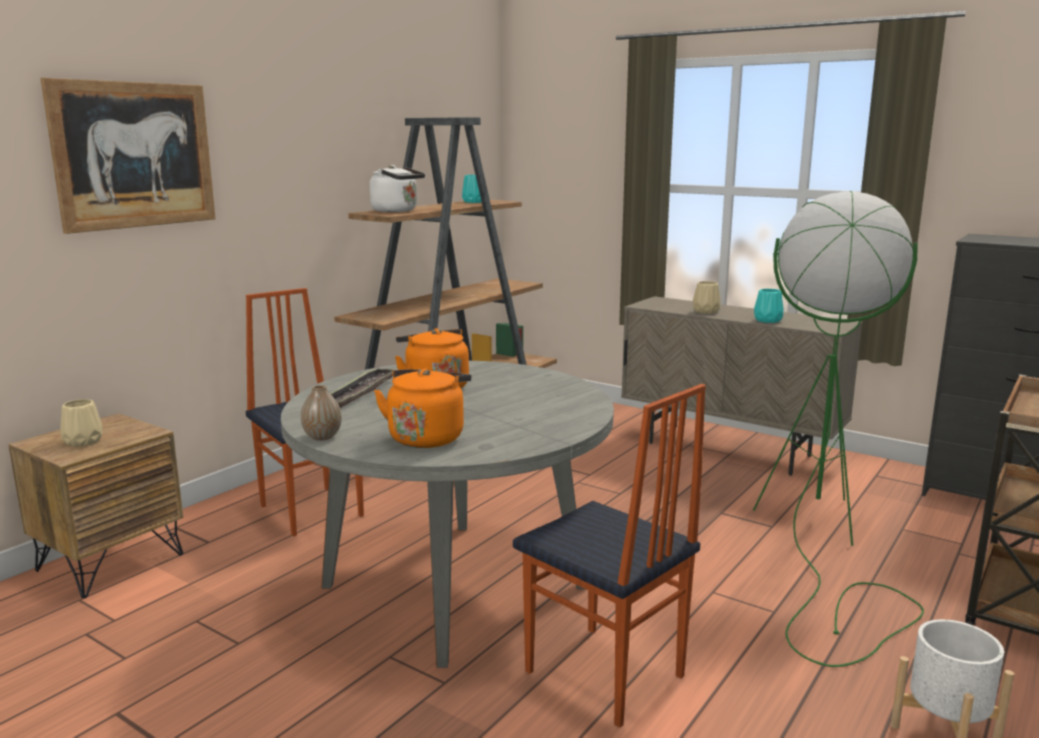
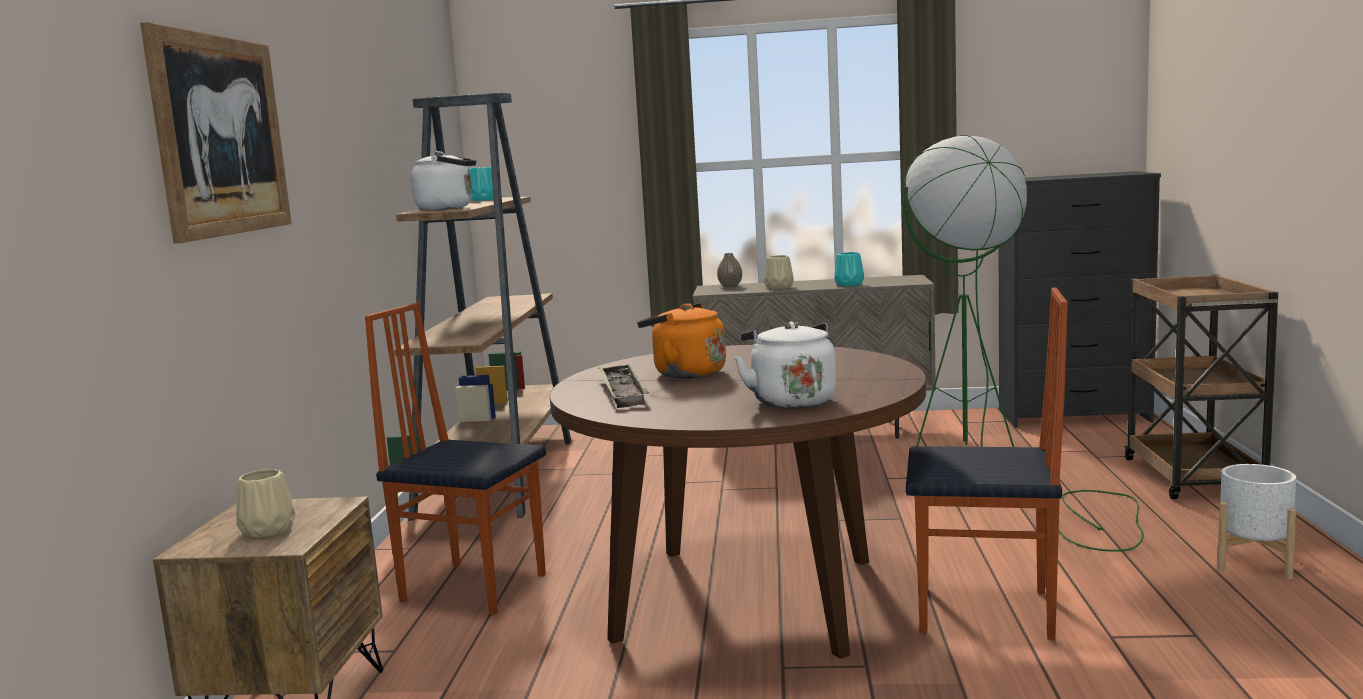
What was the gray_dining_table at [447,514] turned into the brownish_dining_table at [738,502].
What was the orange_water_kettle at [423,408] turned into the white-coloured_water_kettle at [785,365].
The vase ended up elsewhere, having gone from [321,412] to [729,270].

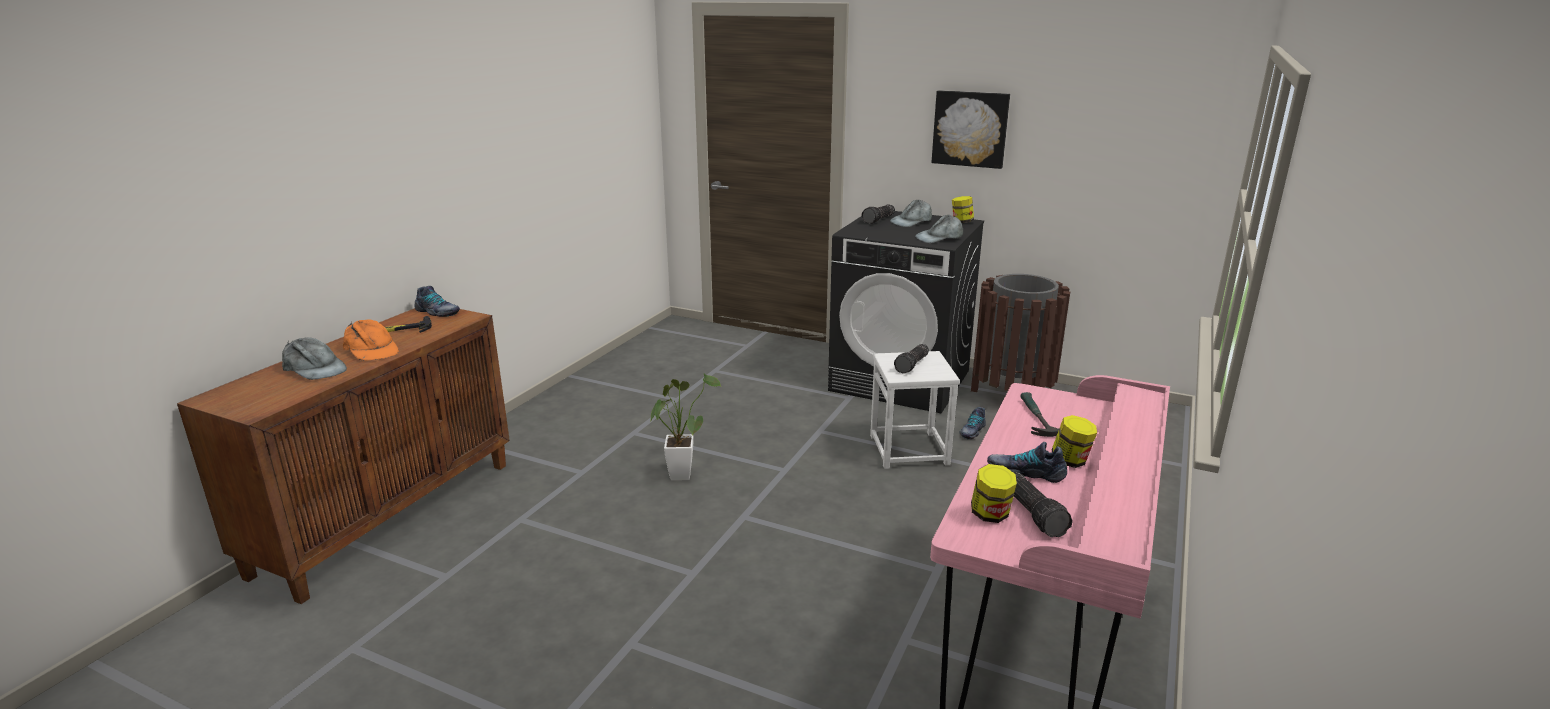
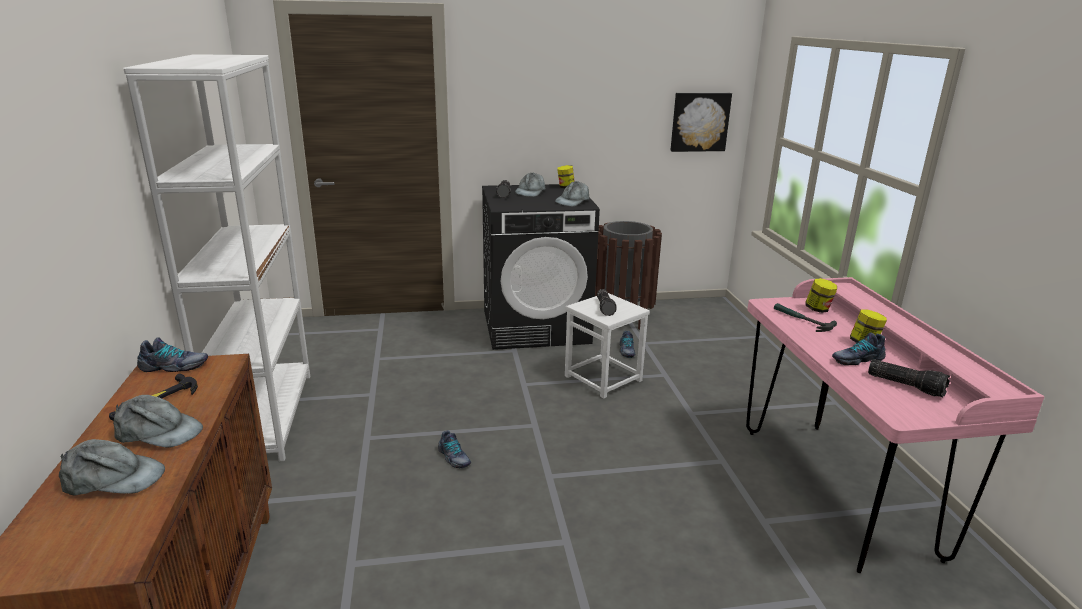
The picture ended up elsewhere, having gone from [971,129] to [701,122].
What was the orange_cap at [371,339] turned into the gray_cap at [158,421].
Where the plant_in_a_pot stood at [686,426], the low_shoe came to stand at [454,449].
The preserve_jar ended up elsewhere, having gone from [994,493] to [821,295].
The second view gained the white-coloured_shelving_unit at [216,257].

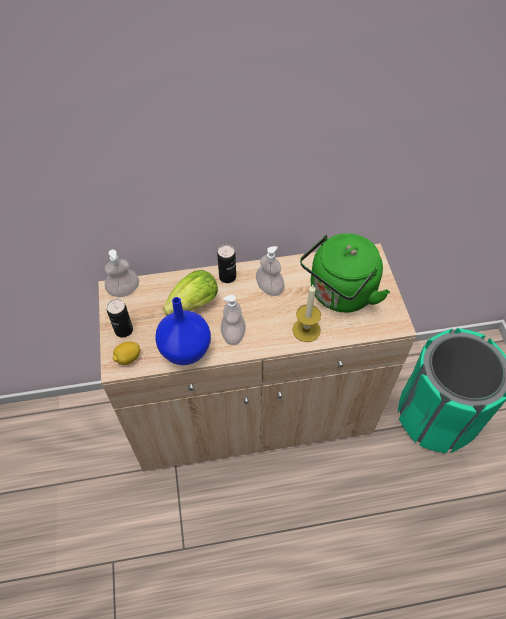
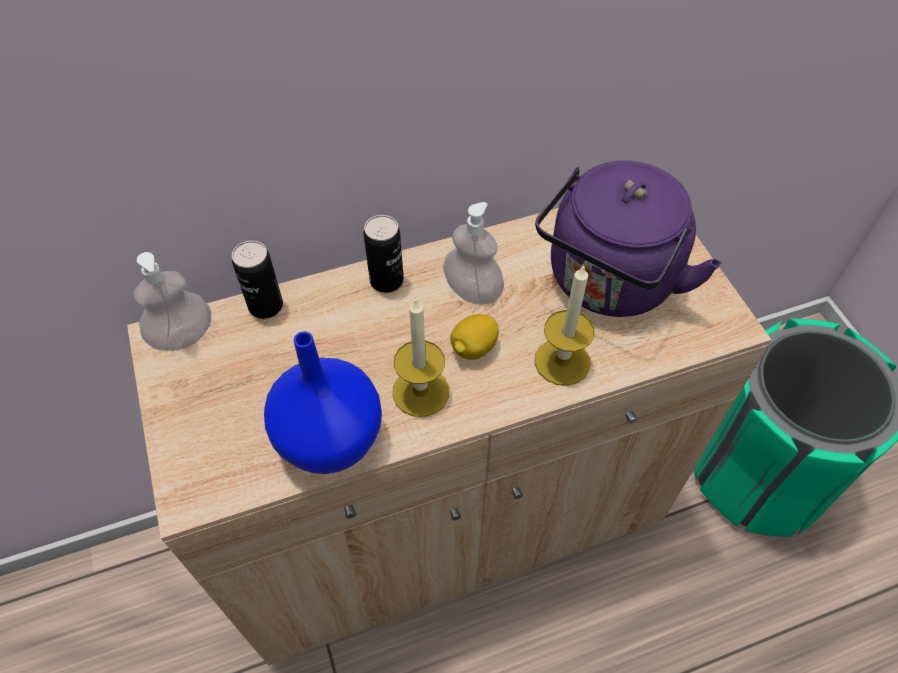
What was the green-coloured_water_kettle at [345,273] turned into the purple-coloured_water_kettle at [628,238].
The second view lost the lettuce at [190,292].
Where the soap_dispenser stood at [233,320], the candle came to stand at [421,357].
The can ended up elsewhere, having gone from [120,318] to [257,279].
The whole_lemon ended up elsewhere, having gone from [126,353] to [474,336].

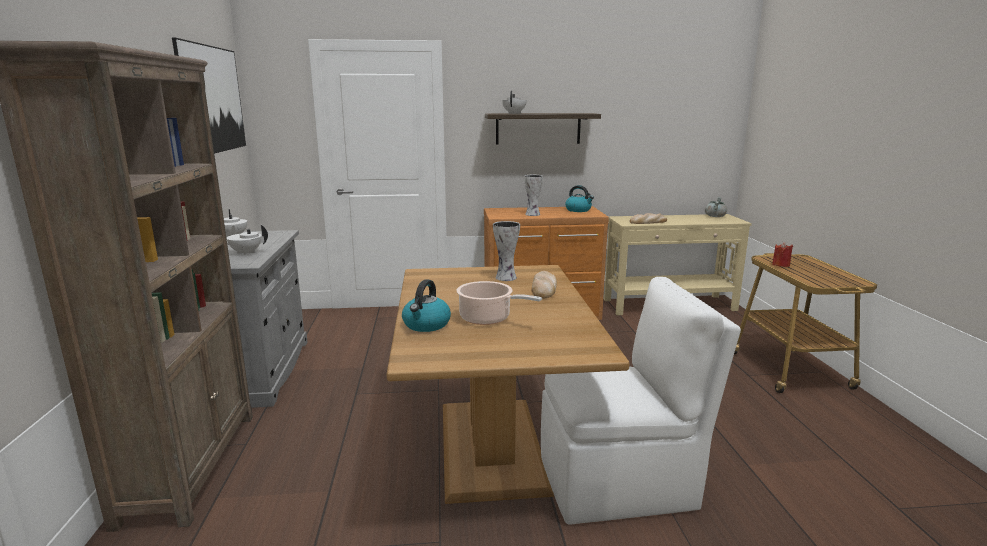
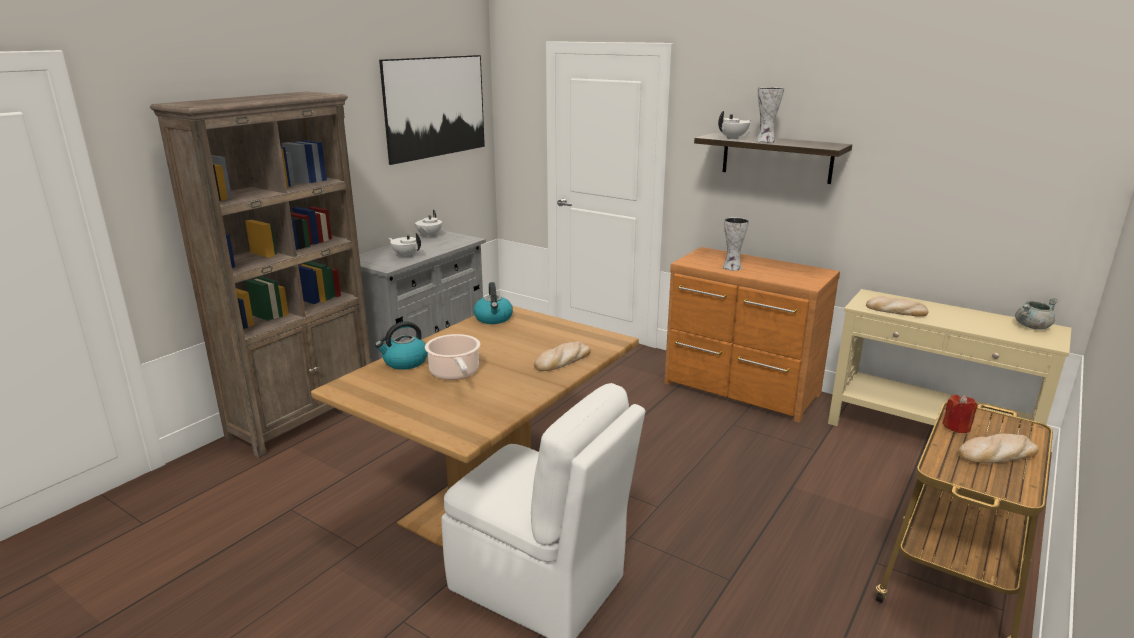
The water_kettle ended up elsewhere, having gone from [579,198] to [493,303].
The vase ended up elsewhere, having gone from [506,251] to [770,115].
The second view gained the baked_bread at [998,448].

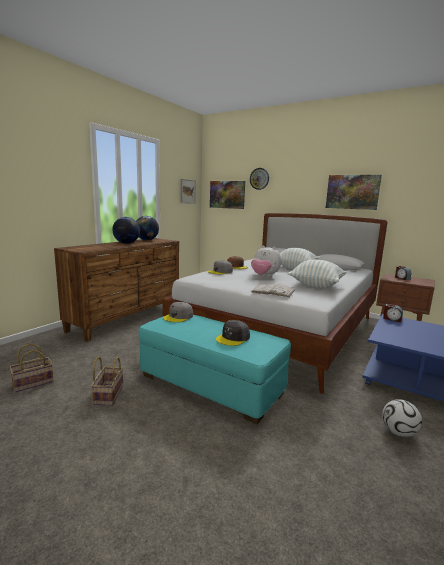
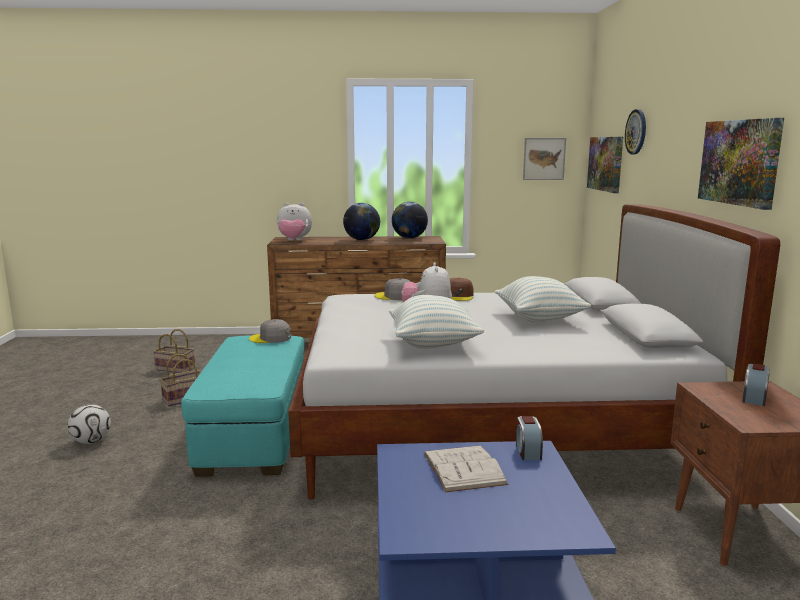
The white-coloured_volume ended up elsewhere, having gone from [273,290] to [466,468].
The second view lost the gray_cap at [233,333].
The football ended up elsewhere, having gone from [402,418] to [89,424].
The second view gained the soft_toy at [294,222].

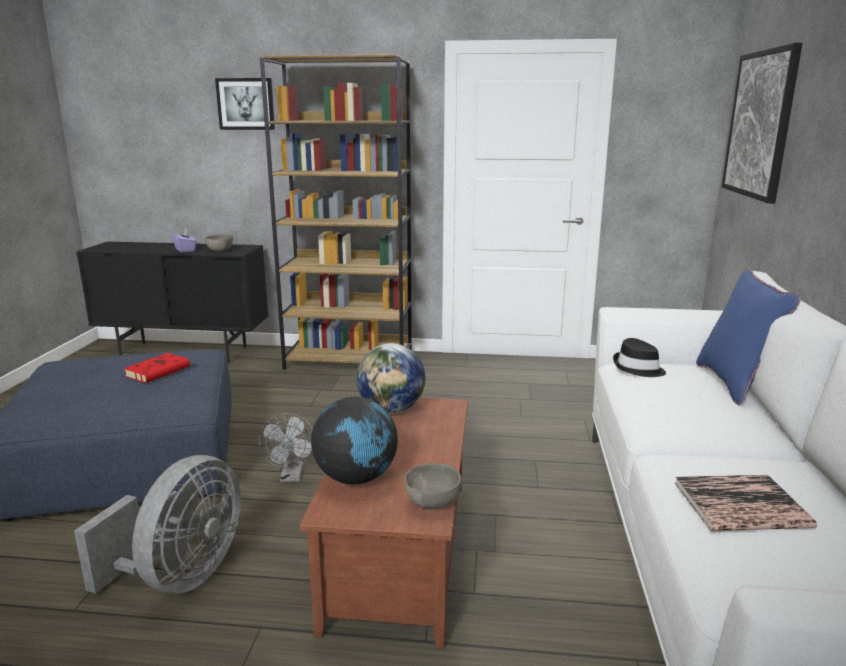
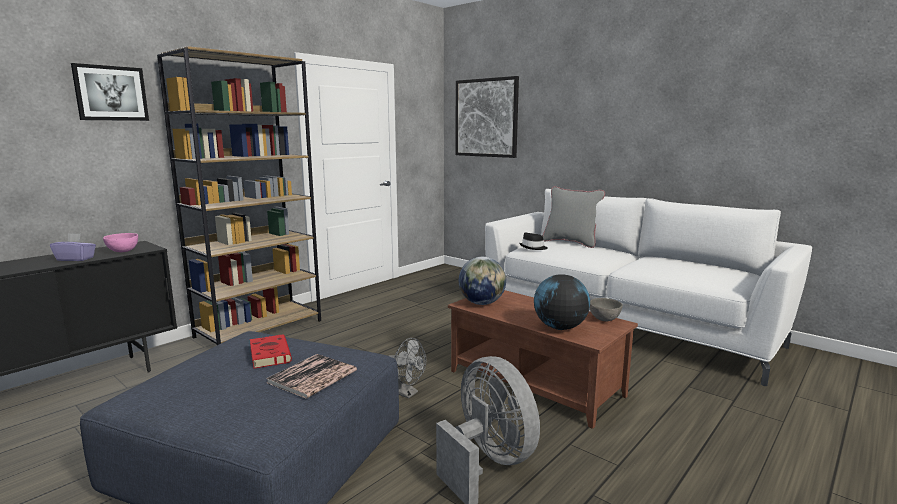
What was the gray_serving_bowl at [219,243] turned into the pinkish_serving_bowl at [120,242].
What was the blue-coloured_throw_pillow at [748,337] turned into the gray_throw_pillow at [573,217].
The volume ended up elsewhere, having gone from [746,503] to [311,376].

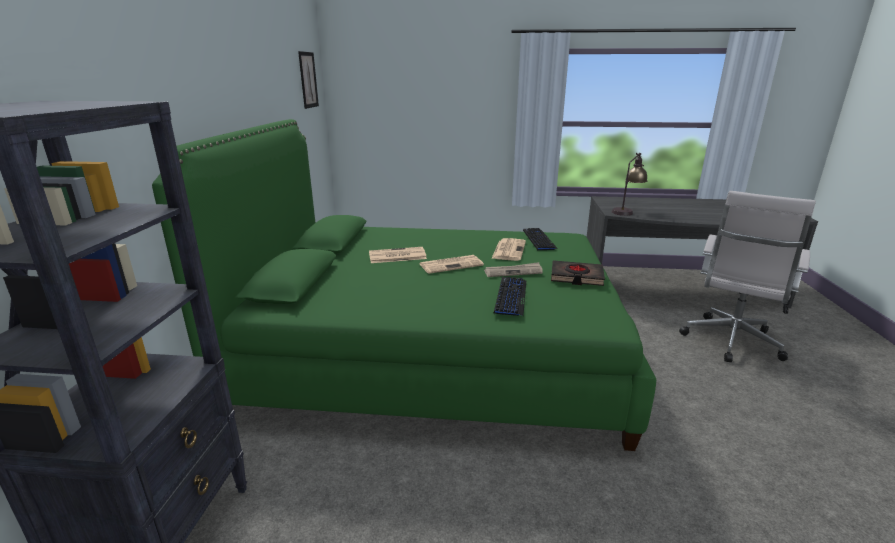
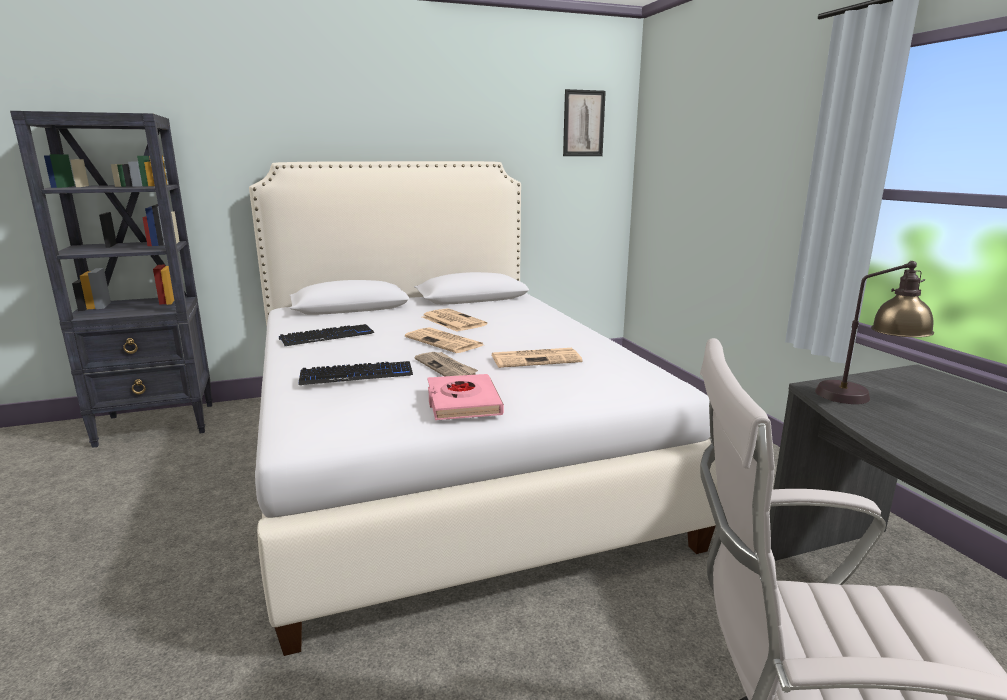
What was the green-coloured_bedroom_bed at [404,285] turned into the white-coloured_bedroom_bed at [484,408].
The computer_keyboard ended up elsewhere, having gone from [540,239] to [326,335].
What was the blackish_volume at [578,273] turned into the pinkish_volume at [465,397].

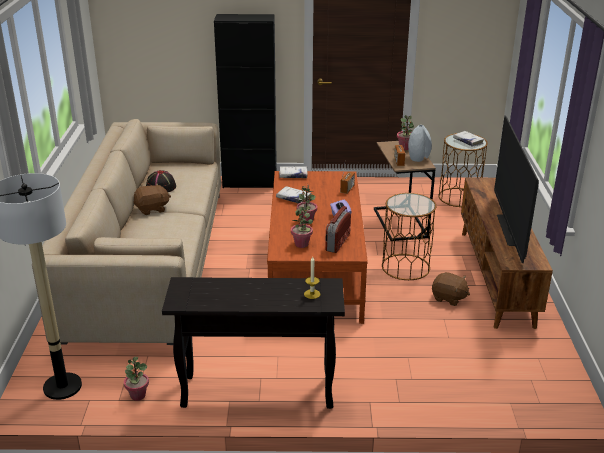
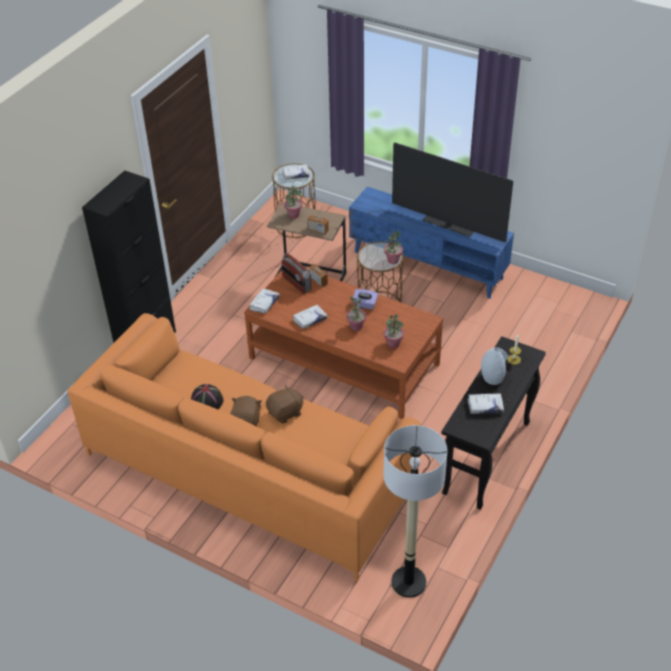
What was the sand-coloured_settee at [126,238] turned into the orange_settee at [244,447].
The gray_vase ended up elsewhere, having gone from [420,143] to [495,366].
What was the brownish_tv_unit at [507,253] turned into the blue-coloured_tv_unit at [431,242].
The radio ended up elsewhere, having gone from [338,229] to [297,274].
The brownish_soft_toy ended up elsewhere, having gone from [451,289] to [285,404].
The plant_in_a_pot ended up elsewhere, having gone from [136,379] to [393,247].
The second view gained the white-coloured_volume at [486,403].

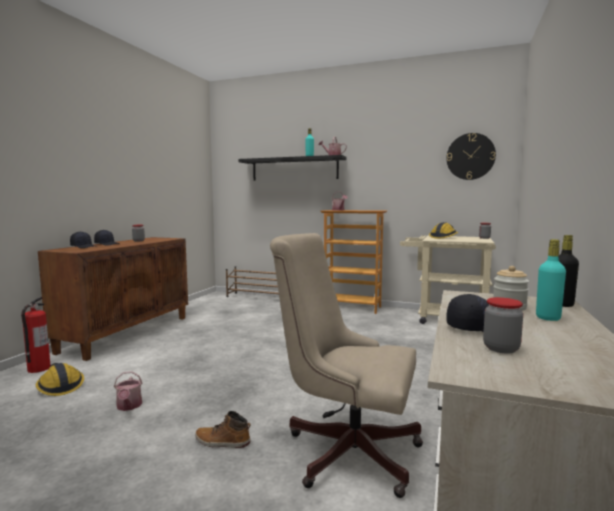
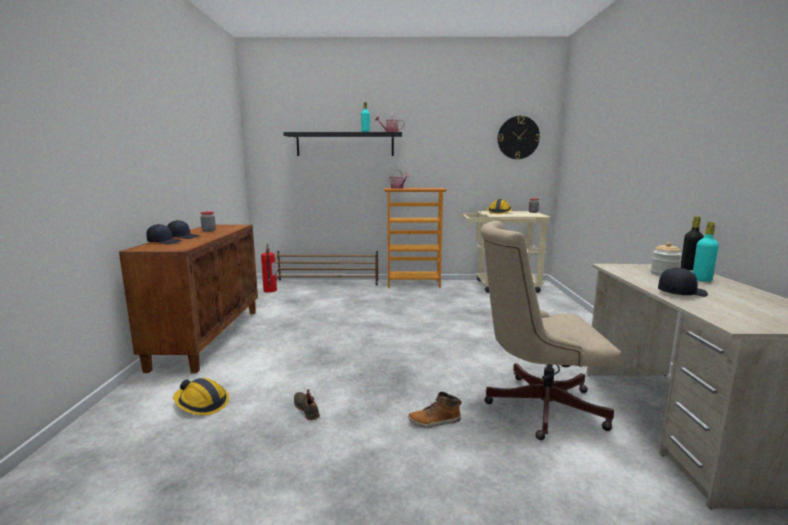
The fire_extinguisher ended up elsewhere, having gone from [36,335] to [269,268].
The second view lost the preserve_jar at [503,325].
Where the watering_can stood at [128,391], the blackish_low_shoe came to stand at [307,404].

